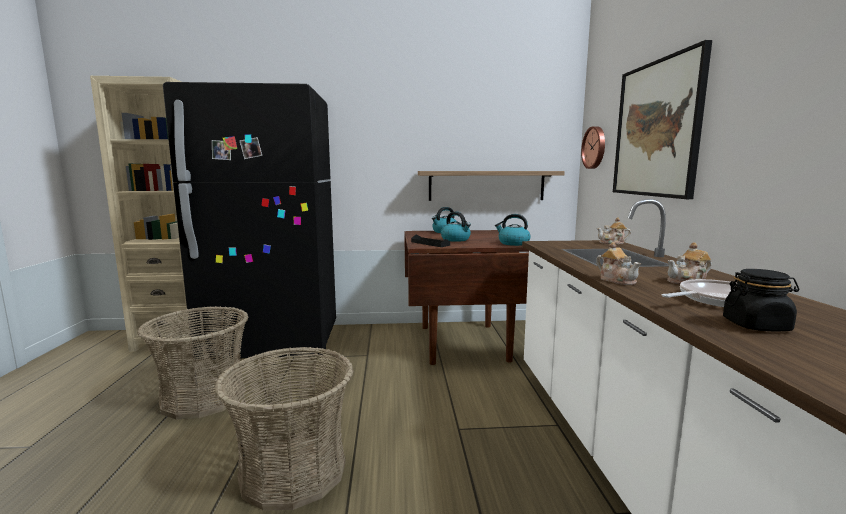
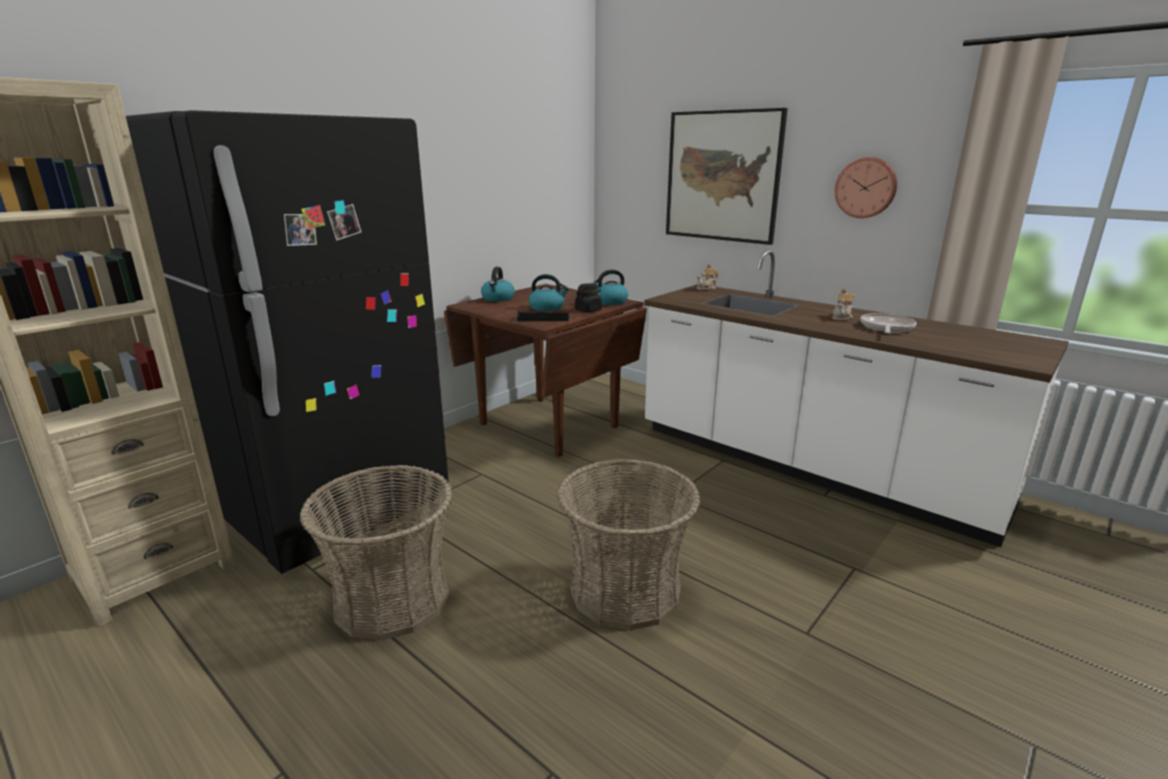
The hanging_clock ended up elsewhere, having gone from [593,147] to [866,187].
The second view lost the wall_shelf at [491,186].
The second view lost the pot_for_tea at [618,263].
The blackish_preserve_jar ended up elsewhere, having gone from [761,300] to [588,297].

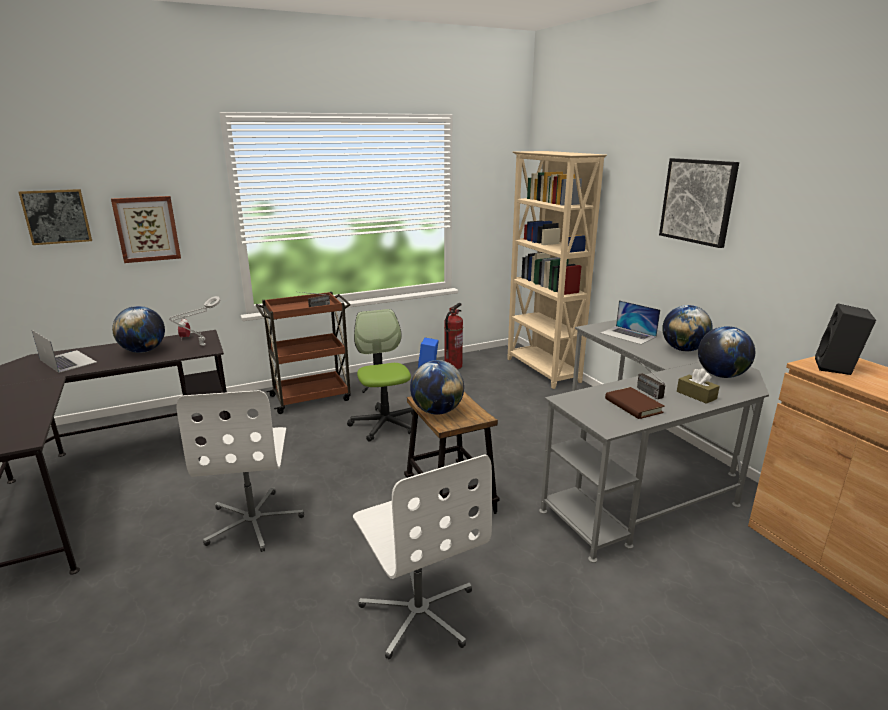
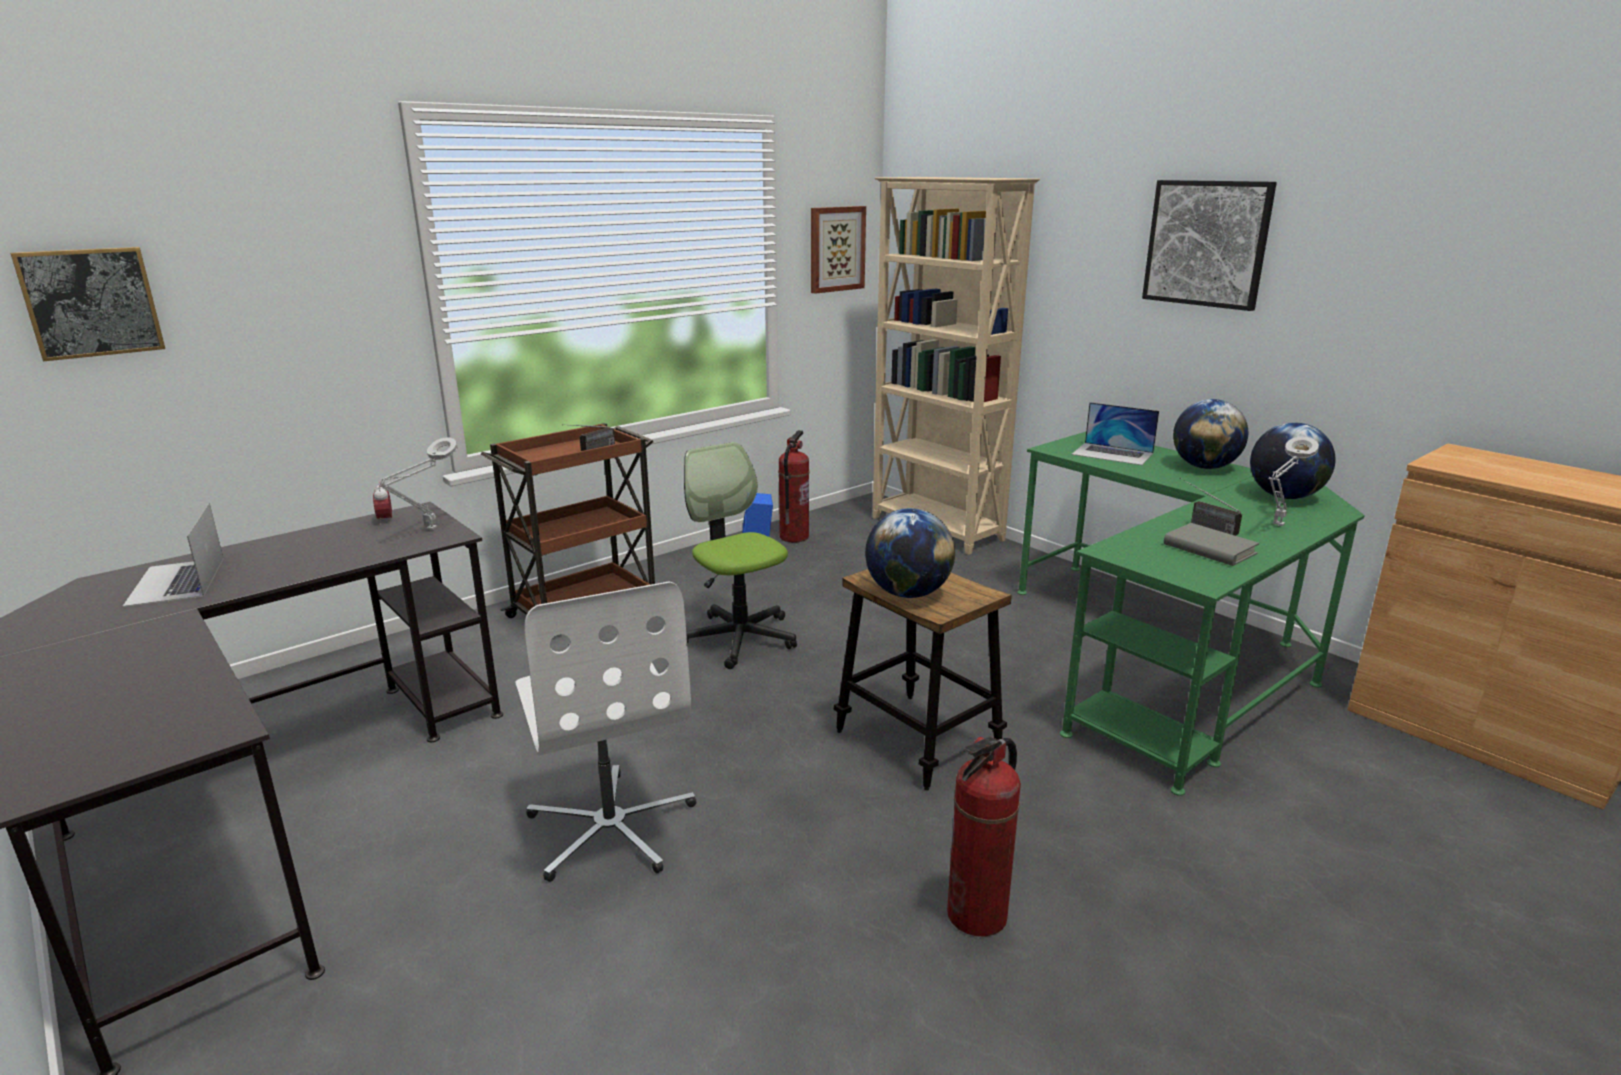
The picture ended up elsewhere, having gone from [146,229] to [838,250].
The second view lost the blackish_audio_speaker at [845,339].
The second view lost the globe at [138,329].
What was the gray_desk at [654,441] turned into the green-coloured_desk at [1191,614].
The portable_computer at [64,351] ended up facing another way, 135 degrees counterclockwise from before.
Where the brownish_tissue_box stood at [698,386], the gray_table_lamp came to stand at [1294,481].
What was the brownish_volume at [635,403] turned into the gray_volume at [1211,544].
Where the white-coloured_computer_chair stood at [422,557], the fire_extinguisher came to stand at [984,836].

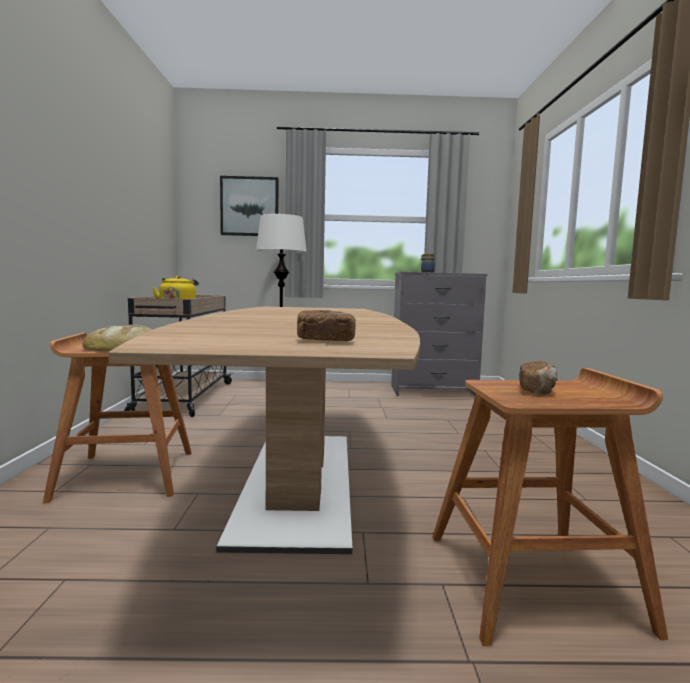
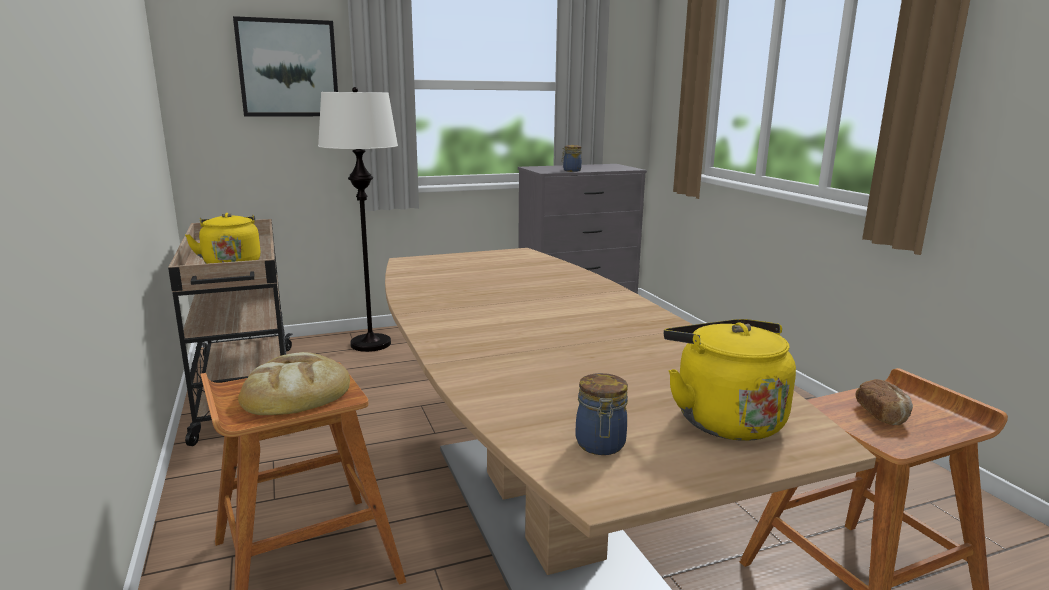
Where the baked_bread stood at [326,325], the yellowish_water_kettle came to stand at [730,380].
The second view gained the preserve_jar at [602,414].

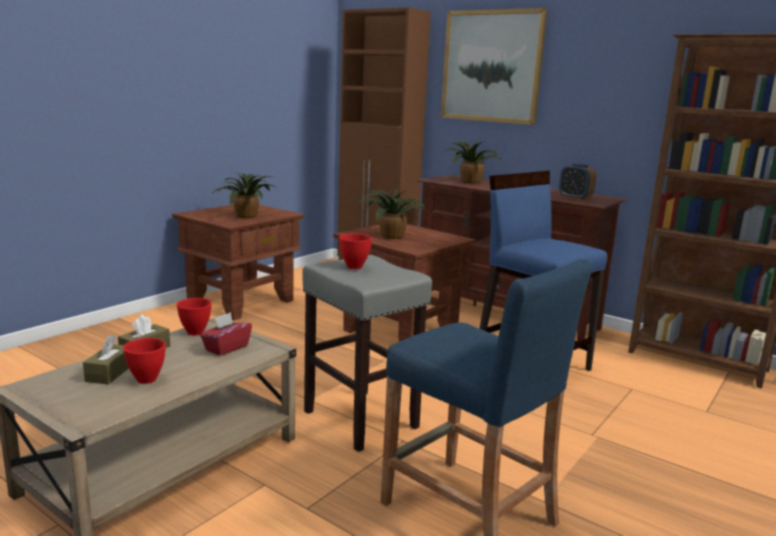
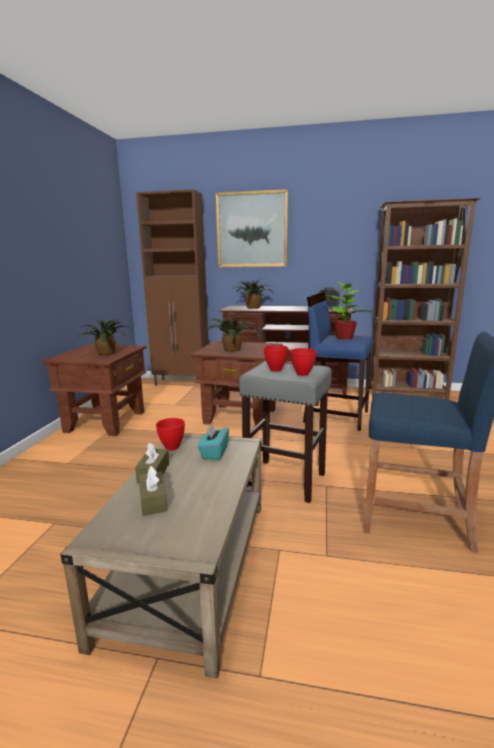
What was the reddish_tissue_box at [226,334] turned into the blue-green_tissue_box at [213,441].
The reddish_serving_bowl ended up elsewhere, having gone from [144,361] to [303,362].
The second view gained the plant_in_a_pot at [351,310].

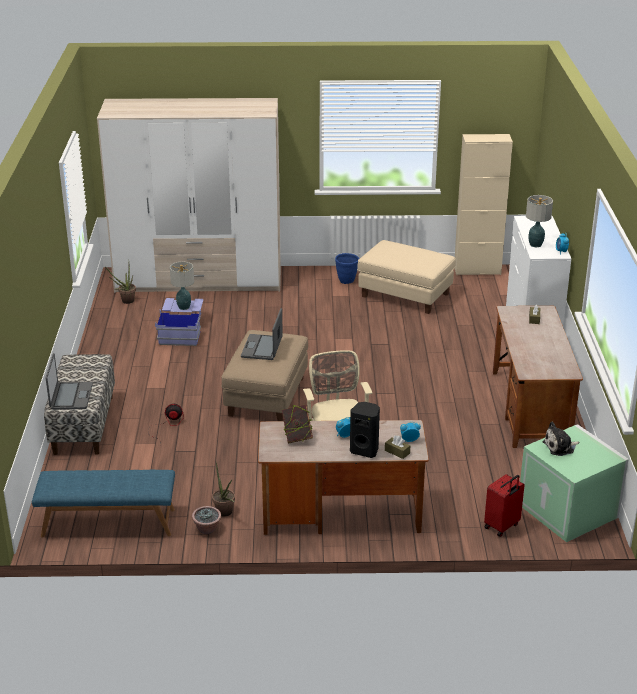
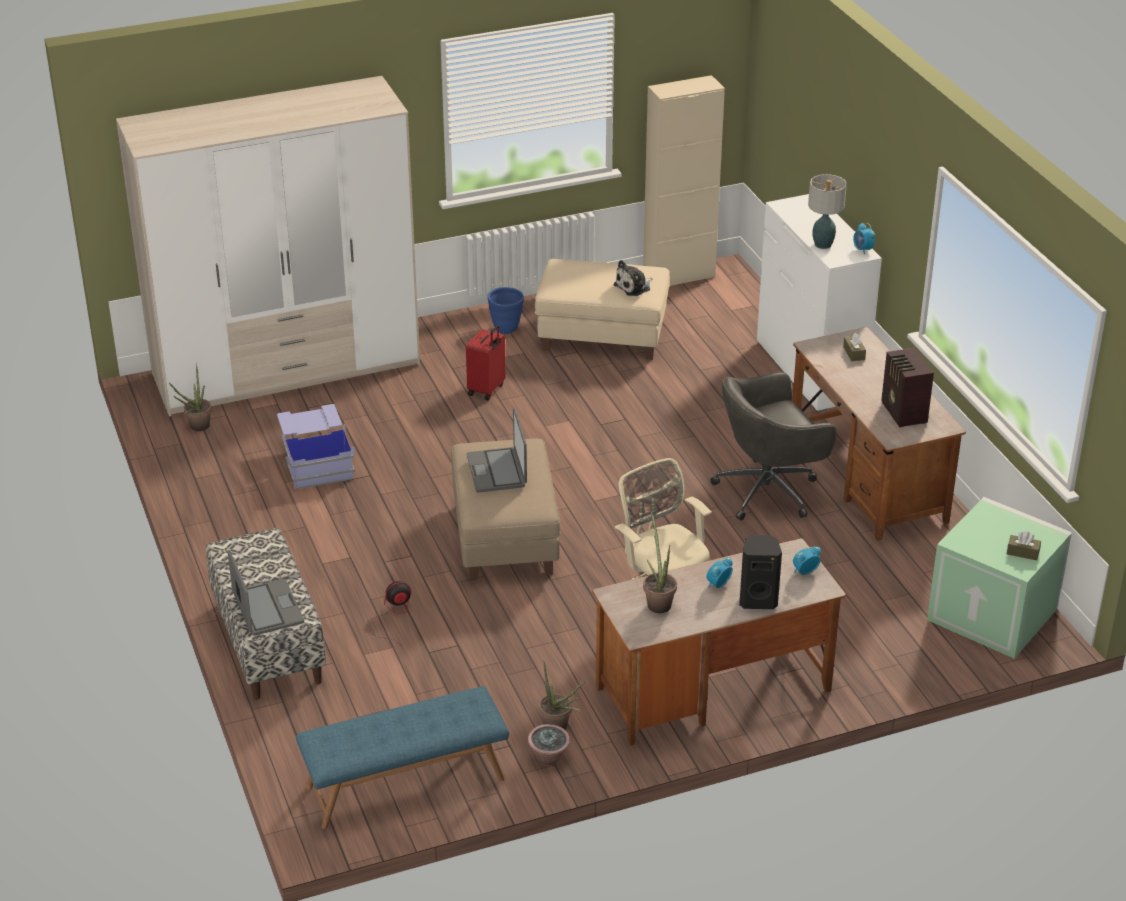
The second view lost the table_lamp at [182,286].
Where the volume stood at [297,423], the plant_in_a_pot came to stand at [660,562].
The soft_toy ended up elsewhere, having gone from [561,439] to [632,278].
The brownish_tissue_box ended up elsewhere, having gone from [397,447] to [1024,545].
The reddish_piece_of_luggage ended up elsewhere, having gone from [504,505] to [486,363].
The second view gained the radio at [907,387].
The second view gained the gray_computer_chair at [773,446].

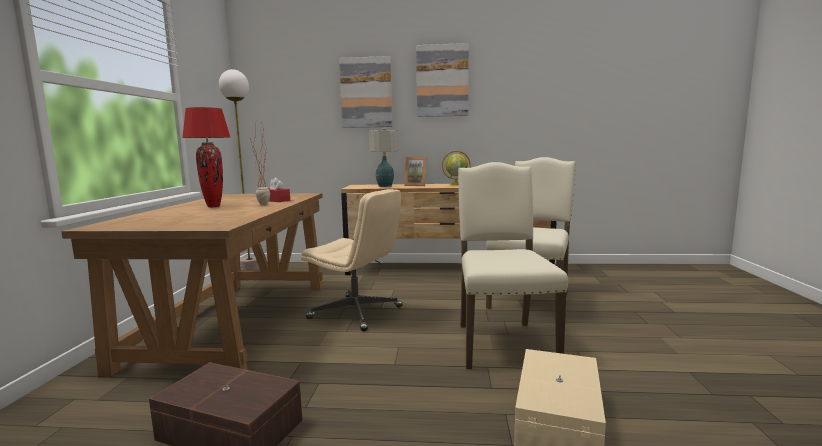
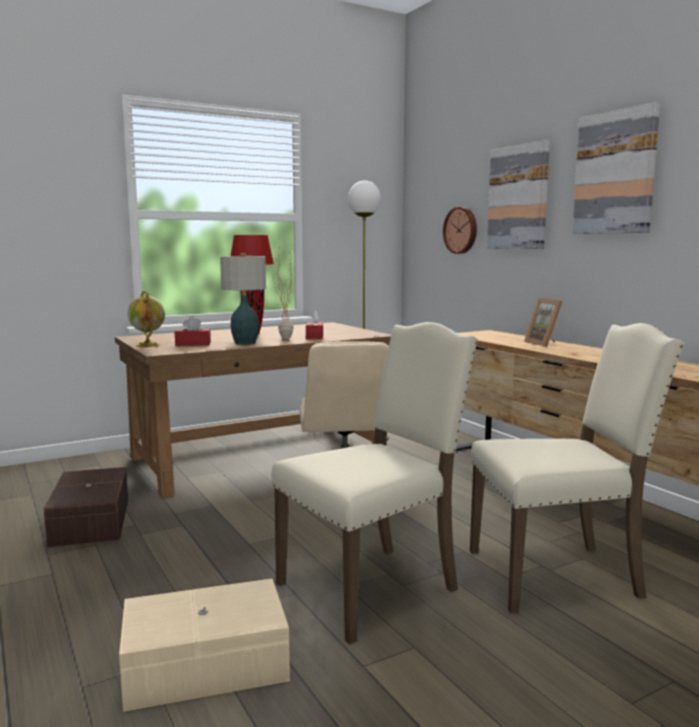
The table_lamp ended up elsewhere, having gone from [383,157] to [243,299].
The globe ended up elsewhere, having gone from [456,168] to [146,319].
The second view gained the hanging_clock at [460,230].
The second view gained the reddish_tissue_box at [193,331].

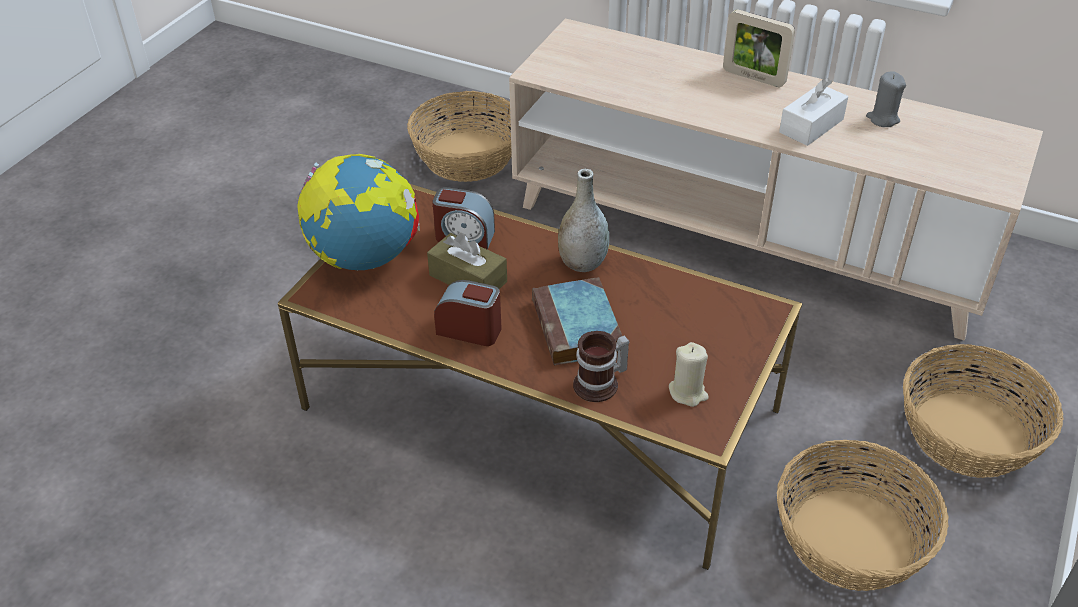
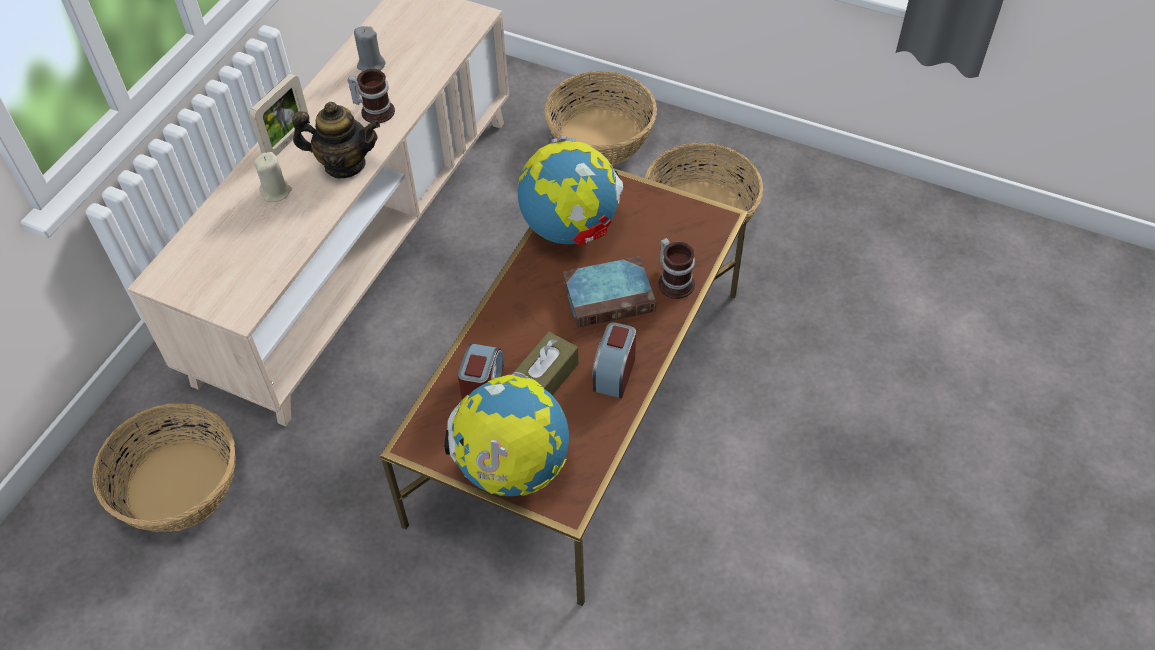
Where the white-coloured_tissue_box stood at [813,112], the tea_mug came to stand at [371,96].
The second view lost the gray_vase at [583,220].
The sand-coloured_candle ended up elsewhere, having gone from [689,374] to [273,177].
The second view gained the pot_for_tea at [336,140].
The second view gained the globe at [570,190].

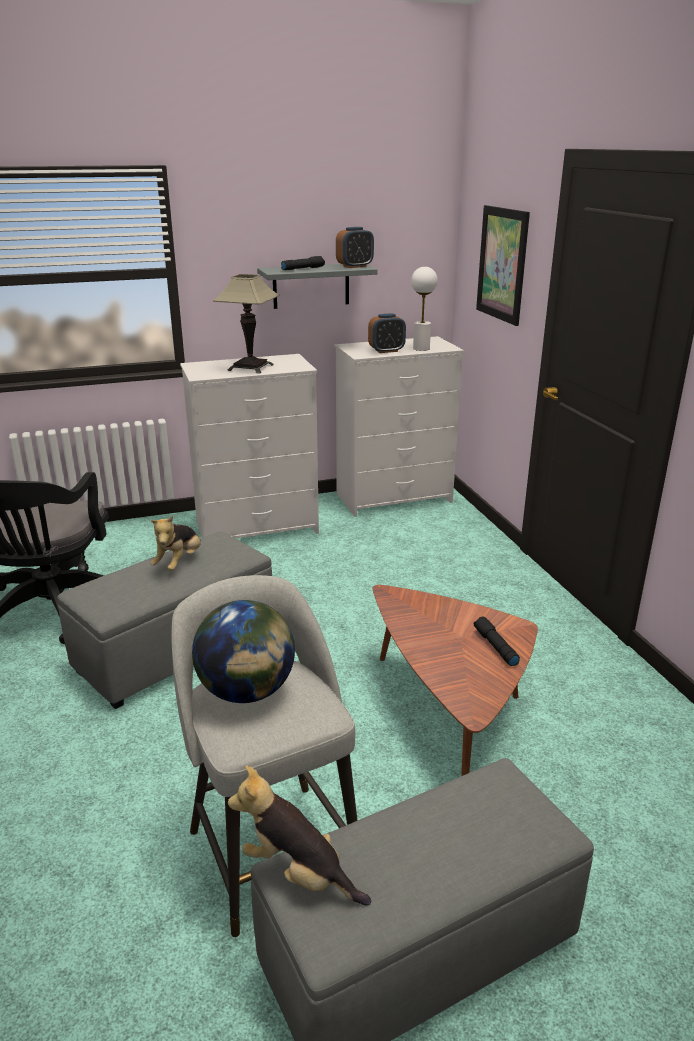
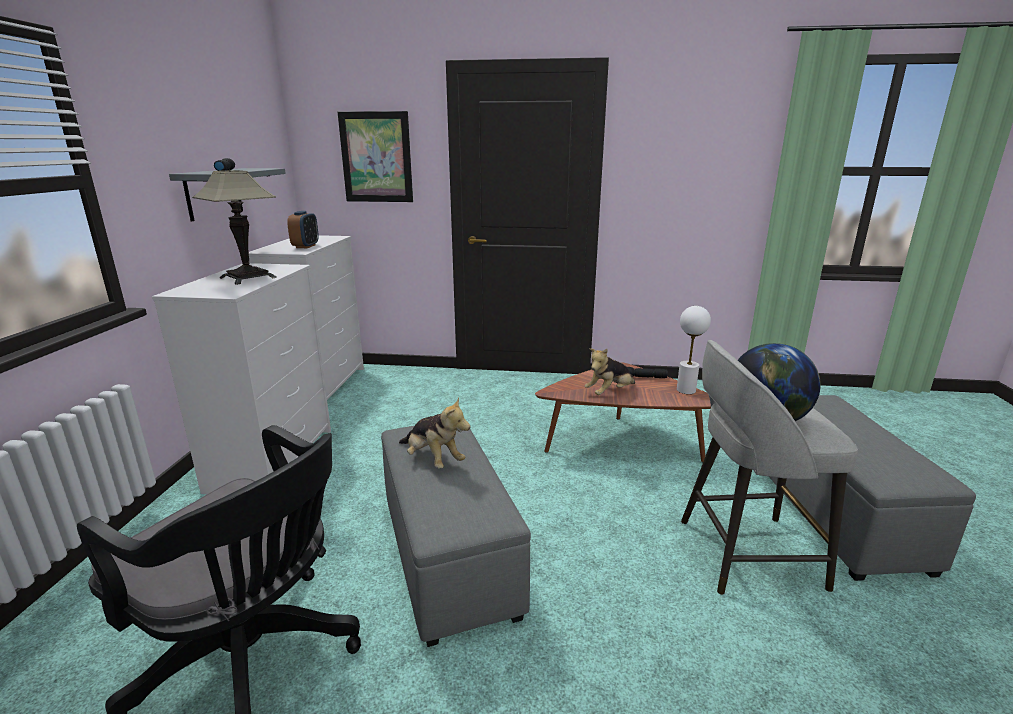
The second view lost the bedside_clock at [355,247].
The white-coloured_table_lamp ended up elsewhere, having gone from [424,309] to [694,350].
The soft_toy ended up elsewhere, having gone from [299,835] to [610,371].

